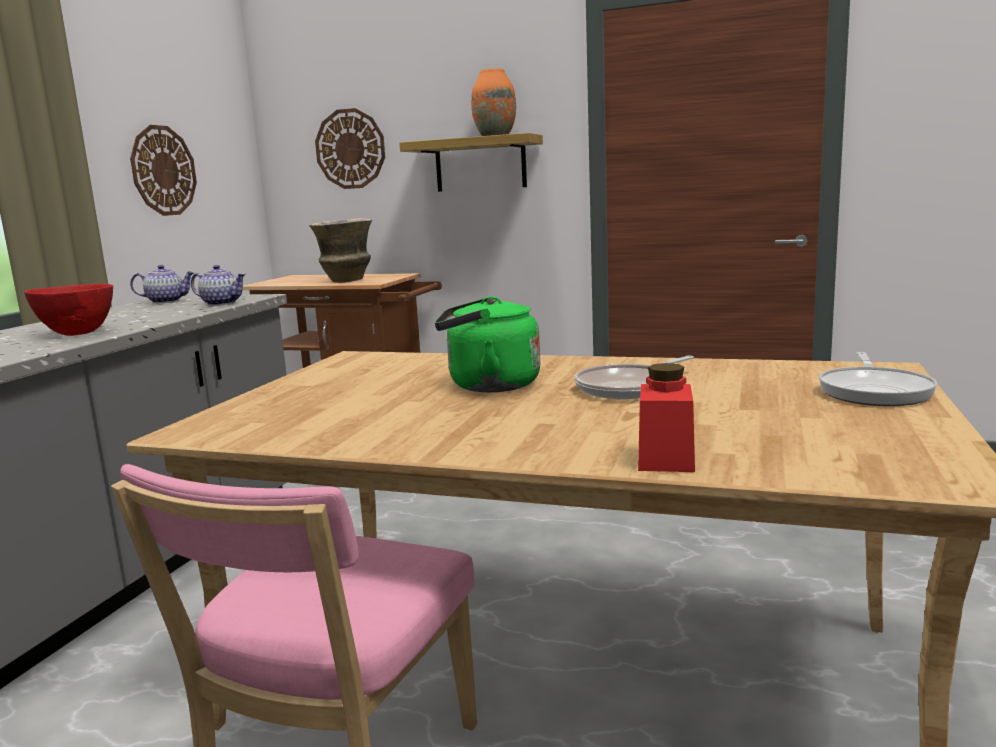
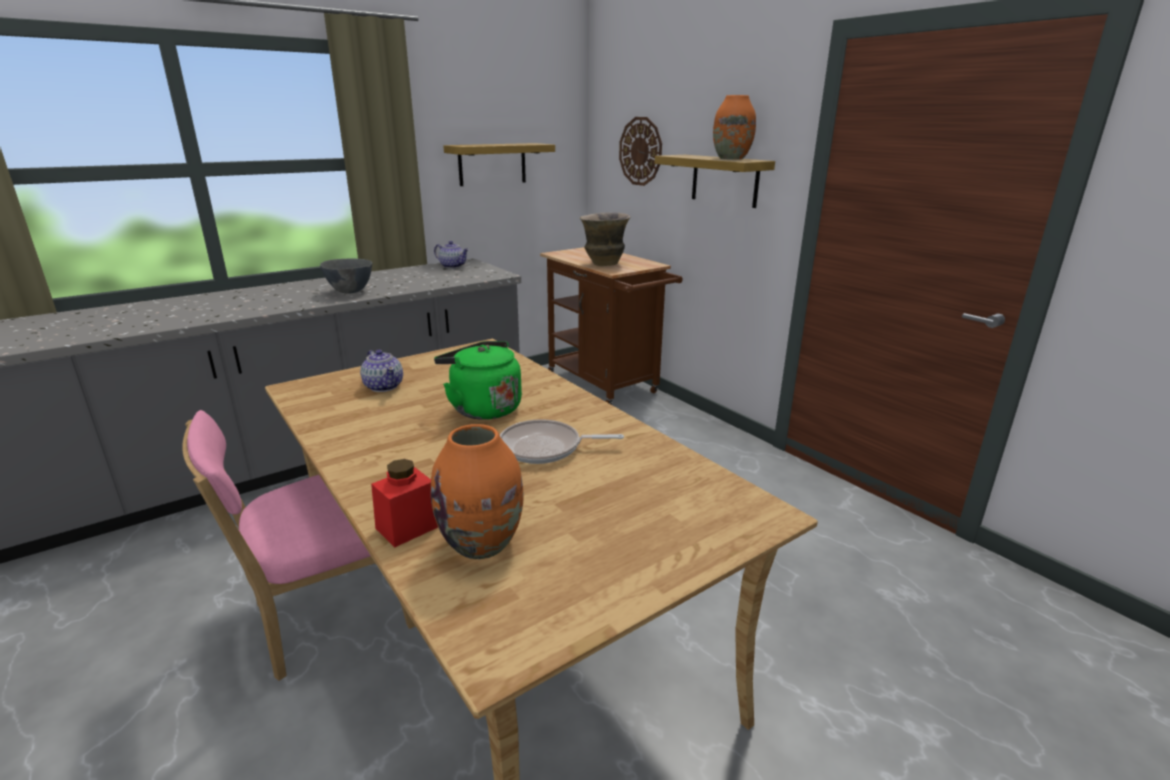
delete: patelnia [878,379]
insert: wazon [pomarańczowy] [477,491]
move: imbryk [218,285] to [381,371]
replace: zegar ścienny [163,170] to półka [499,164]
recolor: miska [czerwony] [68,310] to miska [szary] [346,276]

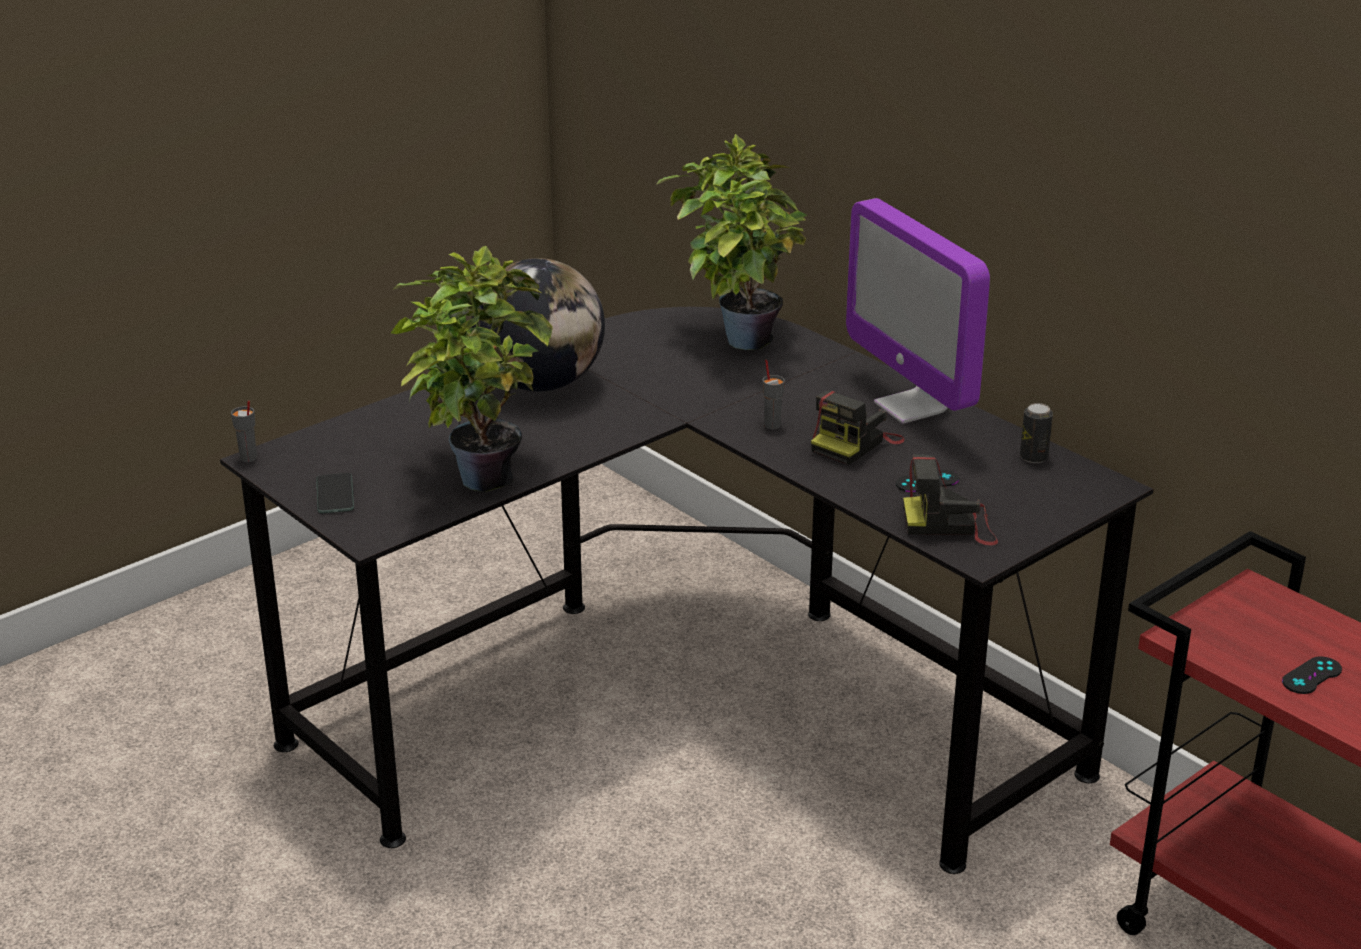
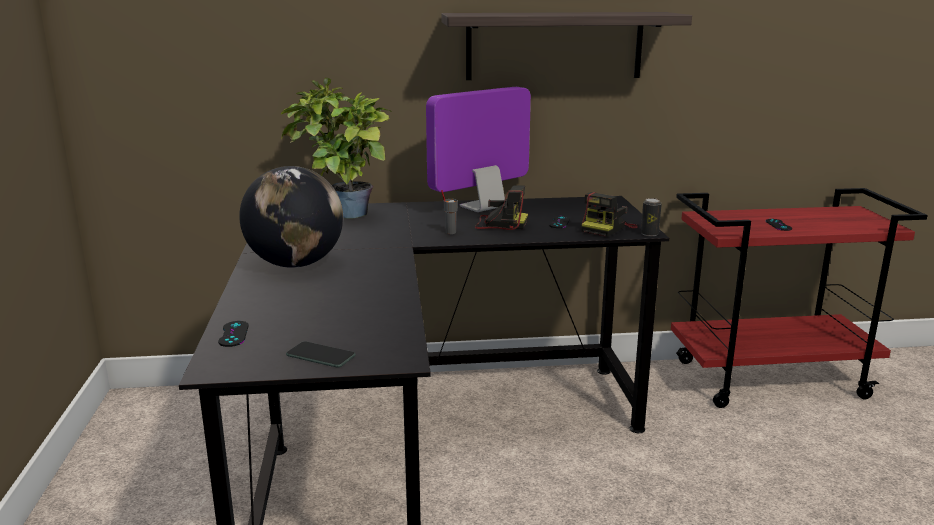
delete: filiżanka [szary] [244,431]; roślina doniczkowa [472,369]
insert: pad do gier [czarny] [233,334]; półka [566,46]
move: puszka [1036,433] to [651,217]
rotate: monitor [918,311] = [478,149] 135 degrees clockwise; aparat fotograficzny [858,428] = [501,207] 60 degrees counterclockwise

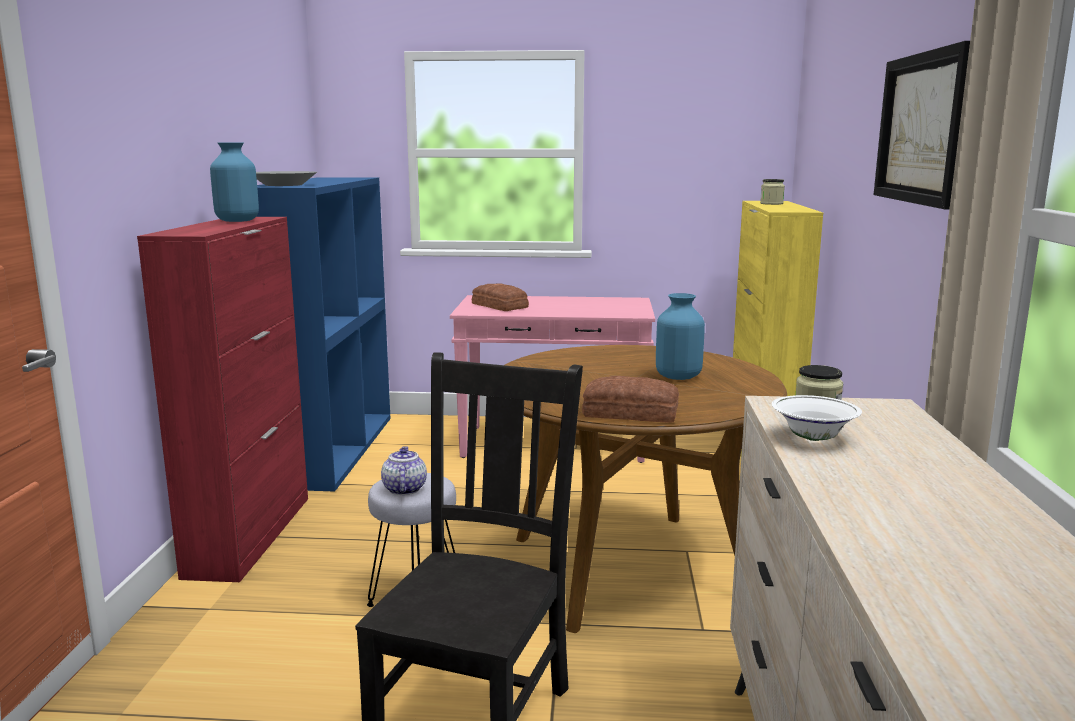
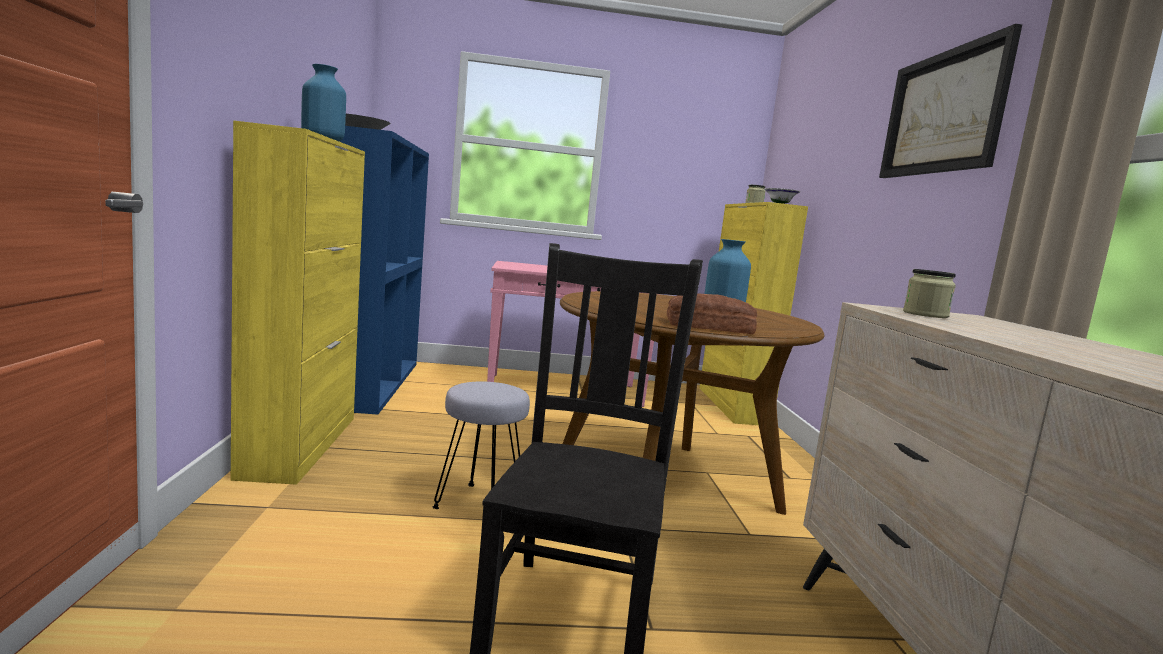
delete: imbryk [404,470]; chleb [500,297]
move: miska [biały] [817,418] to [782,196]
recolor: szafka [czerwony] [222,399] to szafka [żółty] [298,302]

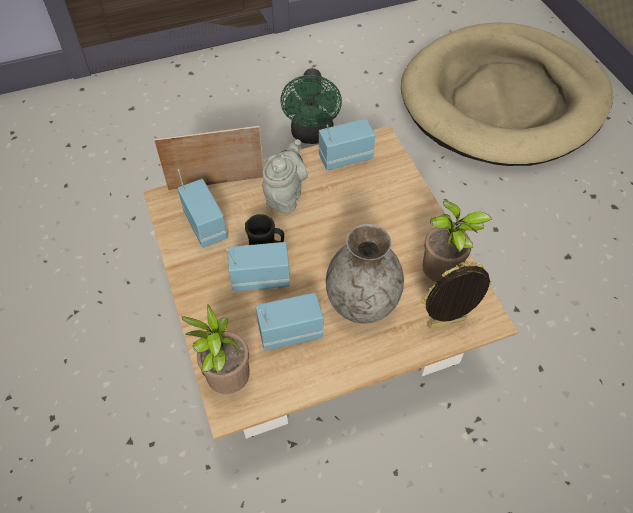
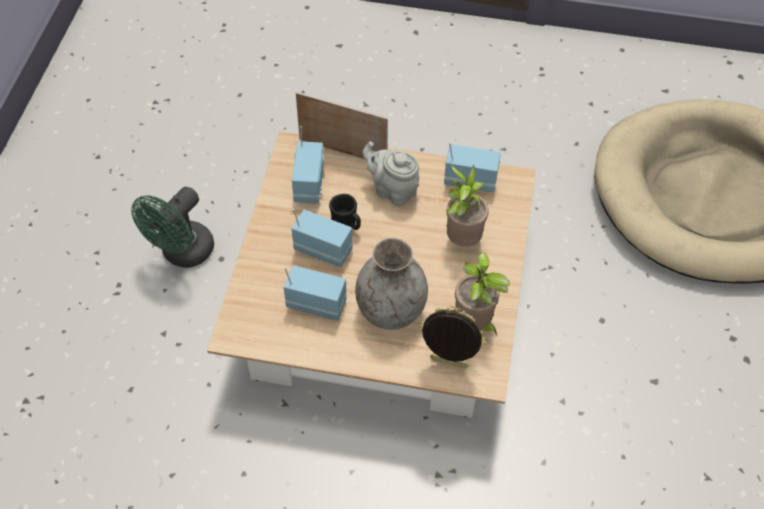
move: wentylator [zielony] [311,106] to [172,227]; roślina doniczkowa [216,349] to [467,206]
rotate: imbryk [szary] [285,176] = [390,173] 105 degrees counterclockwise

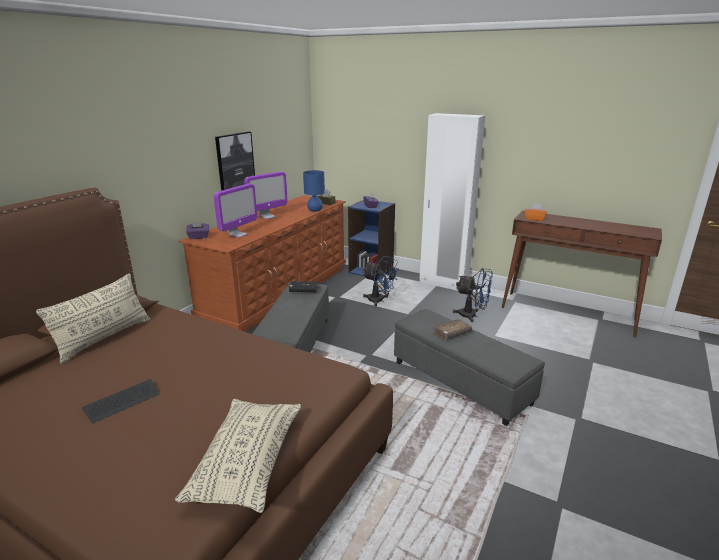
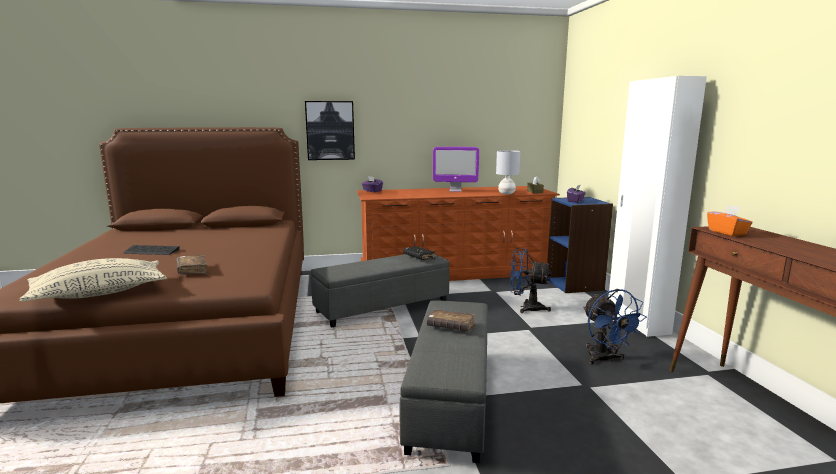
delete: poduszka [beżowy] [93,318]; monitor [235,211]
insert: książka [brązowy] [192,264]
move: obraz [235,161] to [330,130]
recolor: lampa stołowa [niebieski] [314,191] to lampa stołowa [szary] [508,172]
rotate: wentylator [niebieski] [380,281] = [530,280] 120 degrees clockwise

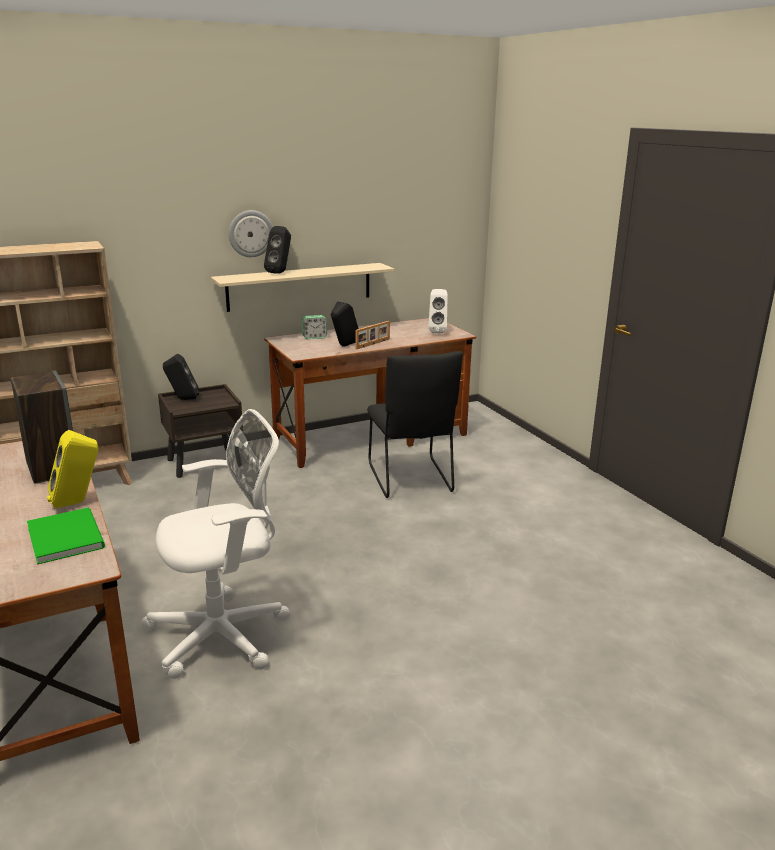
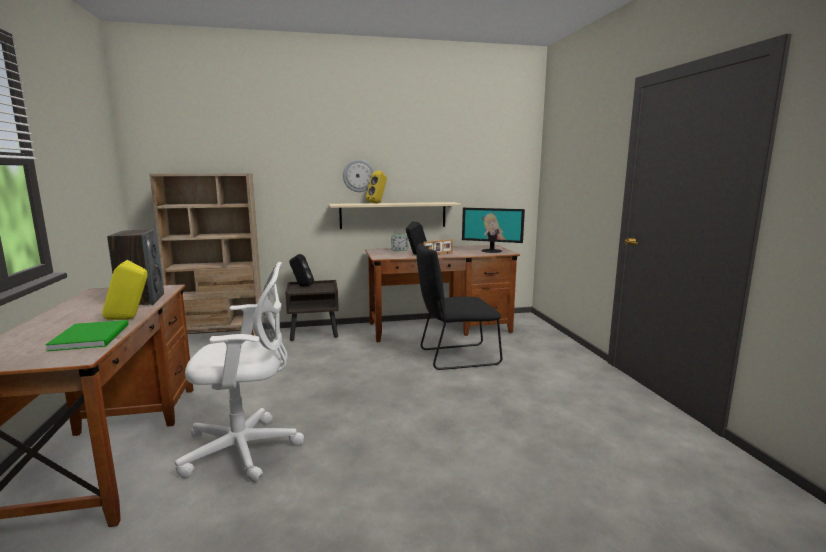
replace: głośnik [biały] [438,311] to monitor [493,230]
recolor: głośnik [czarny] [277,249] to głośnik [żółty] [376,187]
rotate: krzesło [czarny] [415,424] = [459,306] 75 degrees clockwise

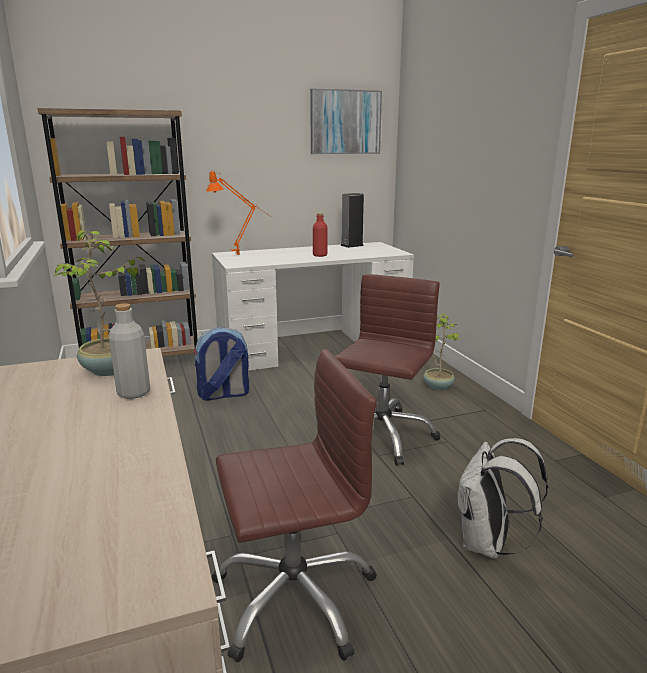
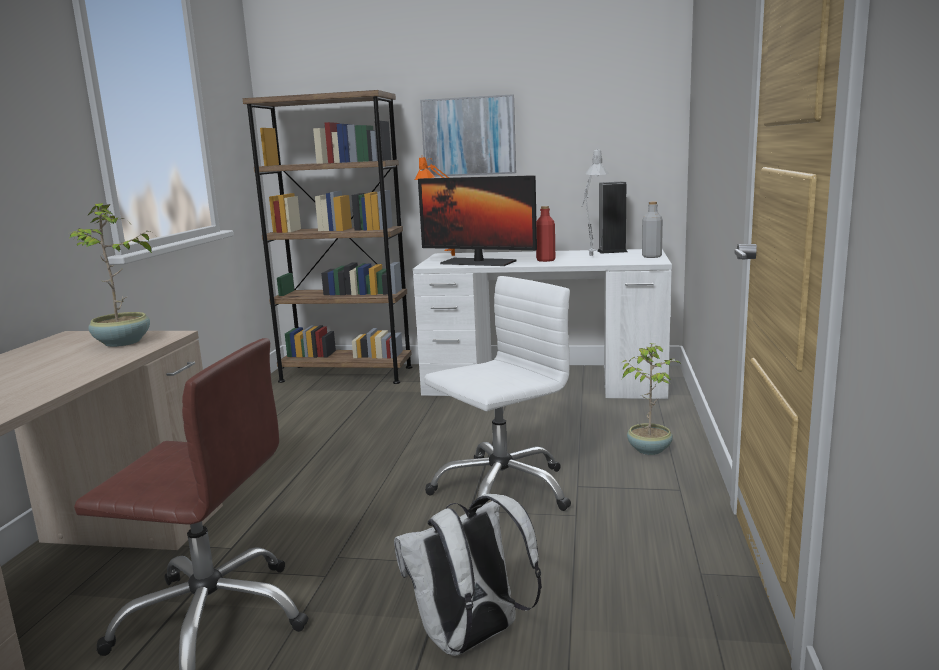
delete: plecak [221,364]
insert: monitor [477,220]; lampa stołowa [szary] [595,203]
move: obraz [346,121] to [468,135]; butelka [szary] [129,351] to [652,229]
recolor: krzesło biurowe [brązowy] [387,370] to krzesło biurowe [biały] [497,393]

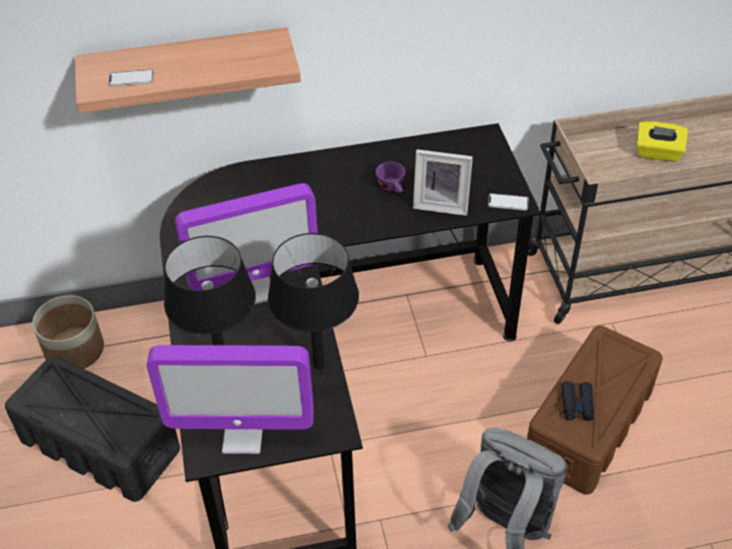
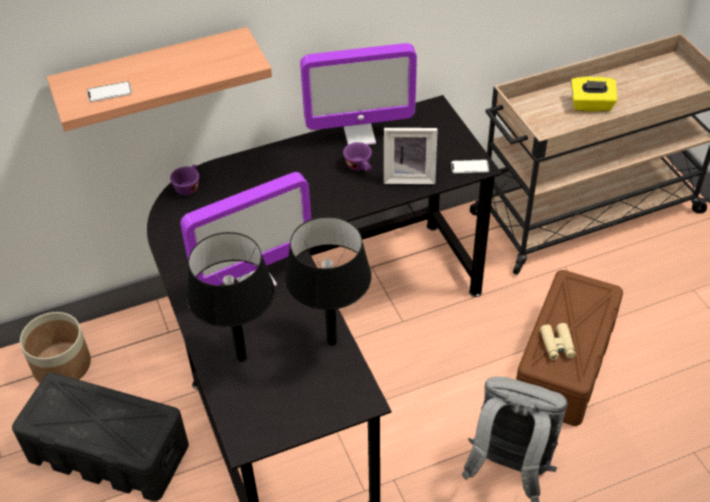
insert: filiżanka [fioletowy] [184,180]
move: monitor [230,399] to [358,94]
recolor: lornetka [czarny] [578,401] to lornetka [beżowy] [558,341]

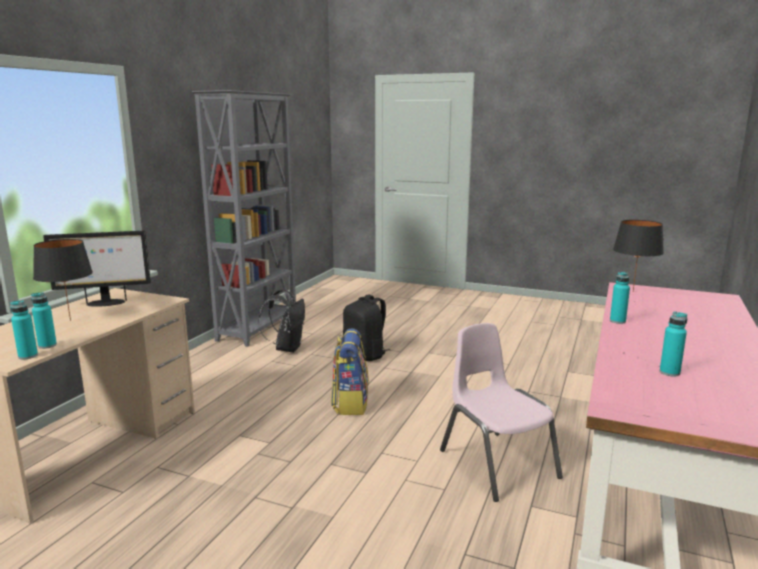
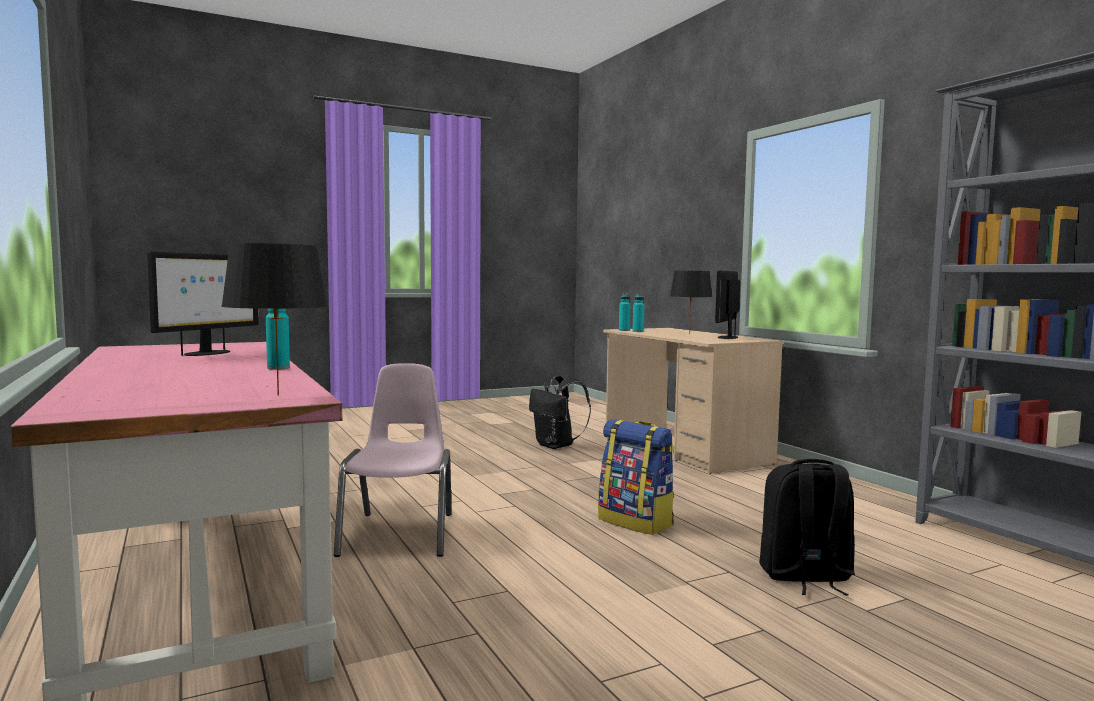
move: plecak [czarny] [281,321] to [560,412]
replace: butelka [turkusowy] [673,344] to monitor [203,304]
rotate: krzesło [różowy] [501,412] = [393,460] 105 degrees counterclockwise

